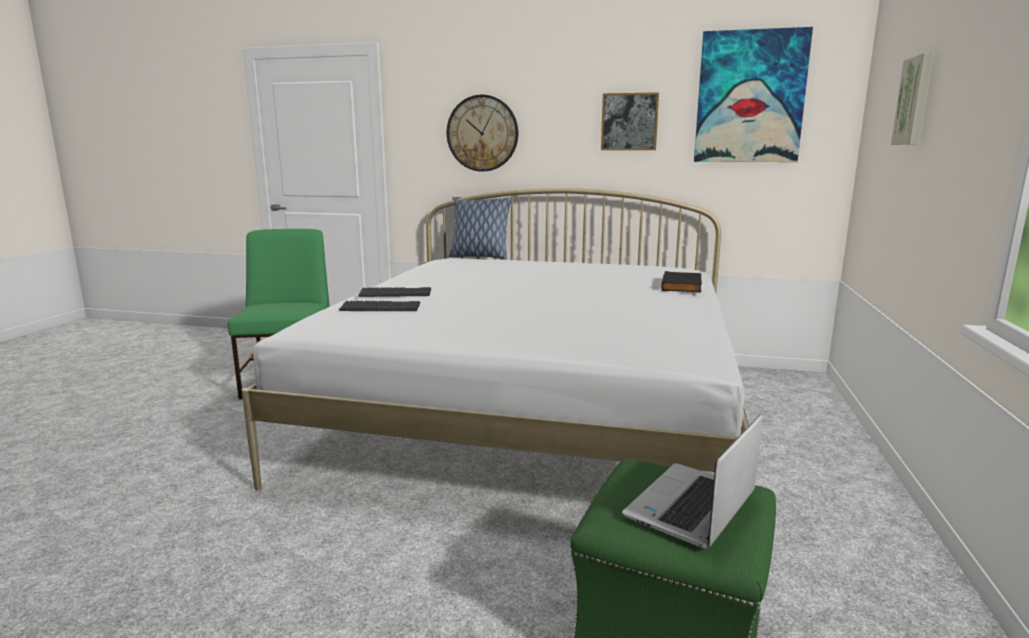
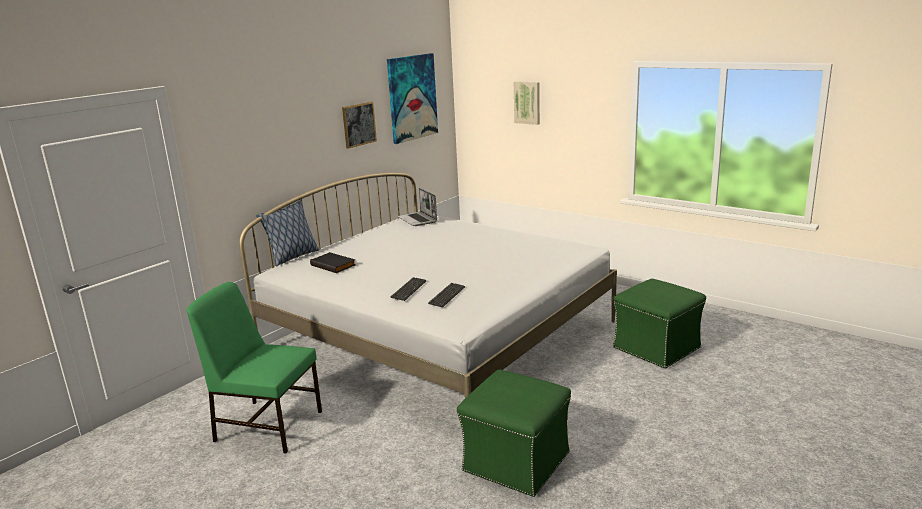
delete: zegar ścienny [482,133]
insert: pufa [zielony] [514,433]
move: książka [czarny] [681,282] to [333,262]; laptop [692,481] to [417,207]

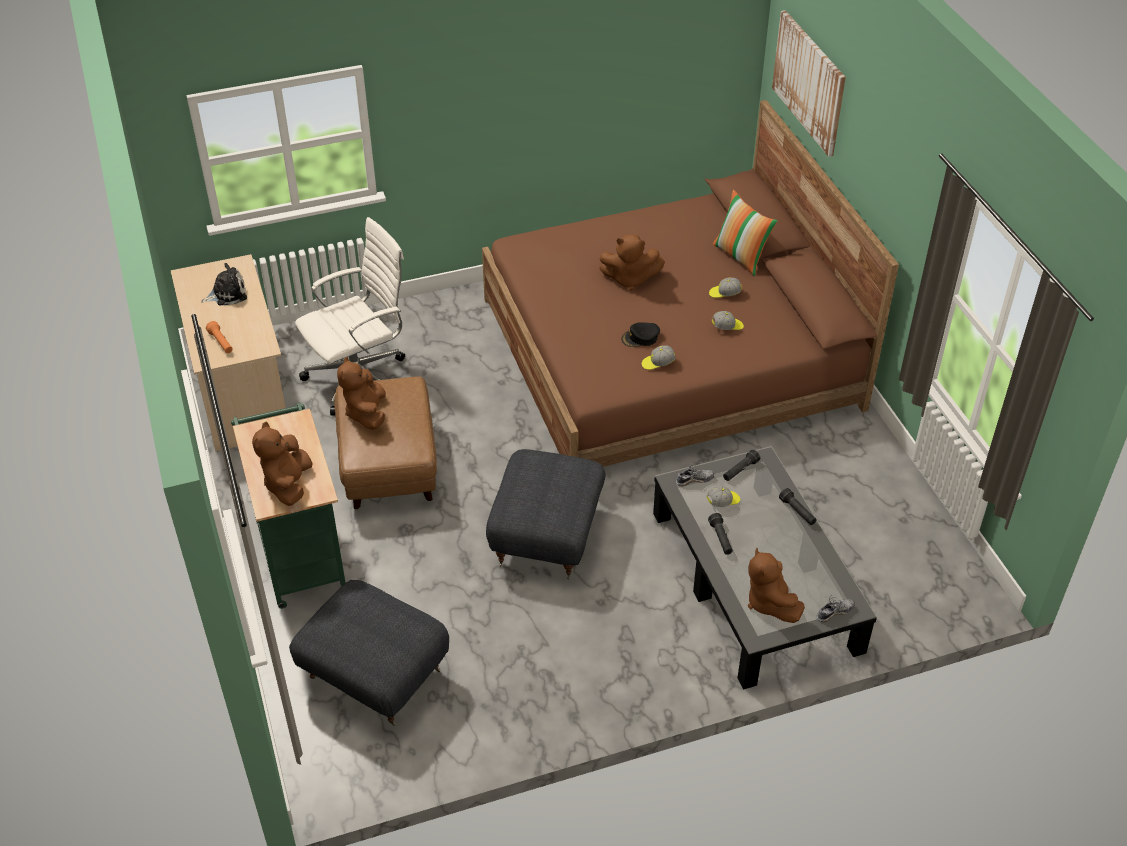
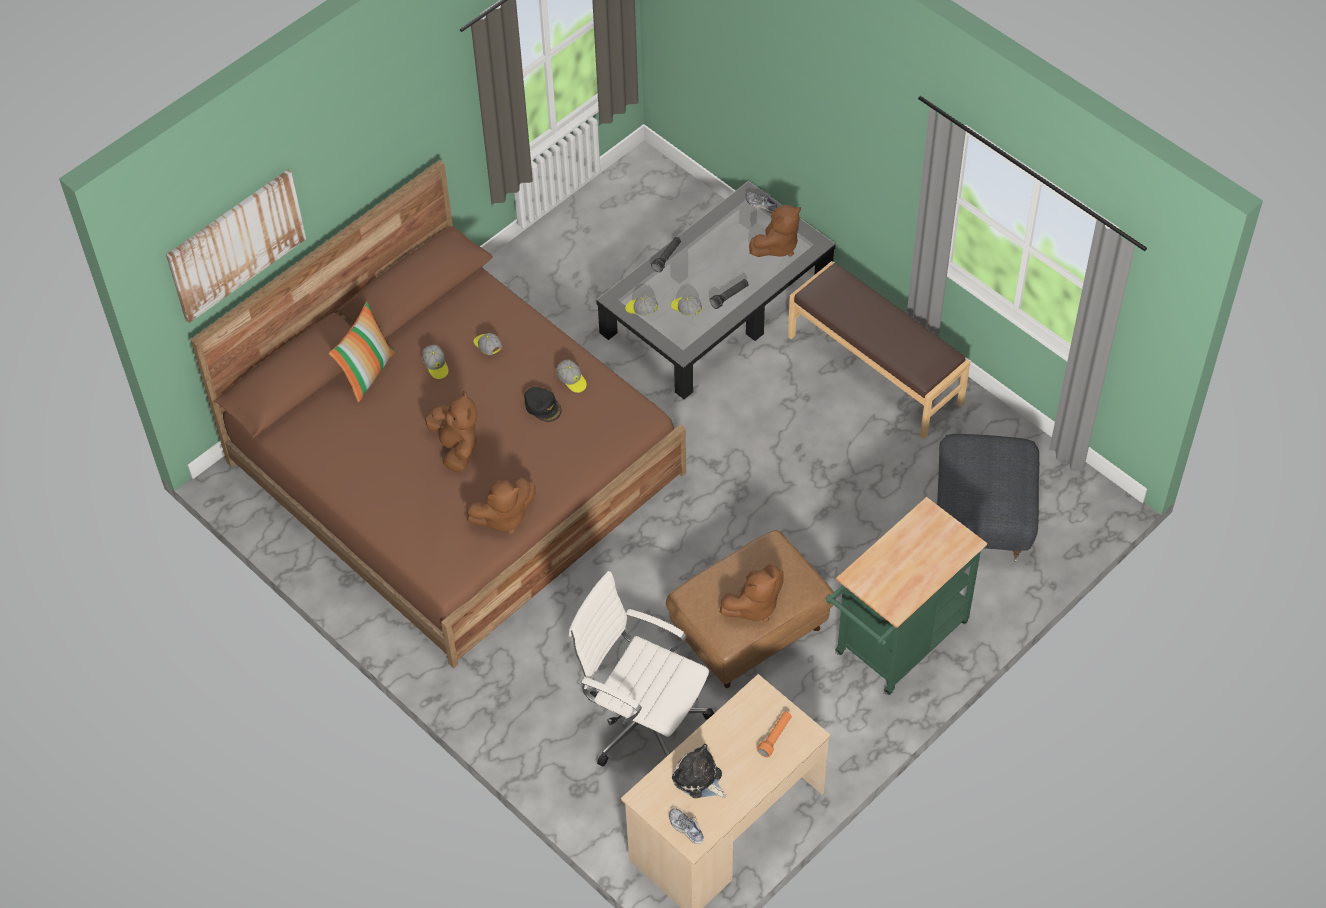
delete: pufa [szary] [546,514]
insert: ławka [brązowy] [879,350]
move: pluszak [brązowy] [282,464] to [501,506]; but [695,474] to [686,826]
replace: latarka [czarny] [741,465] to czapka z daszkiem [641,305]

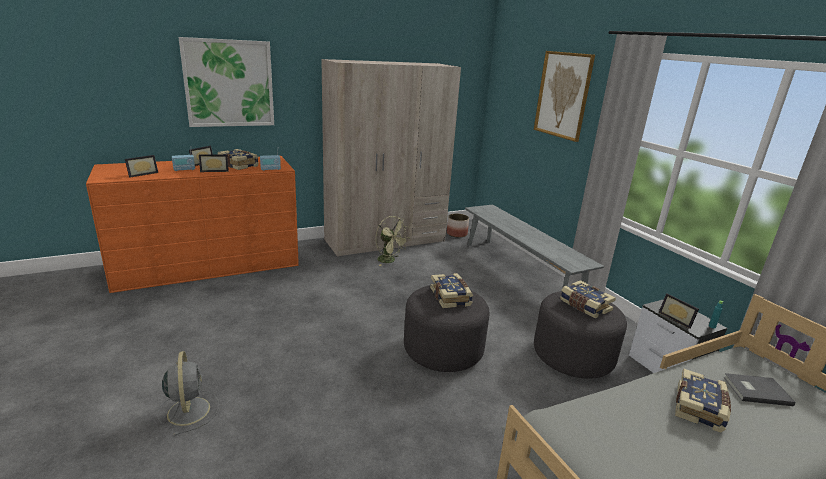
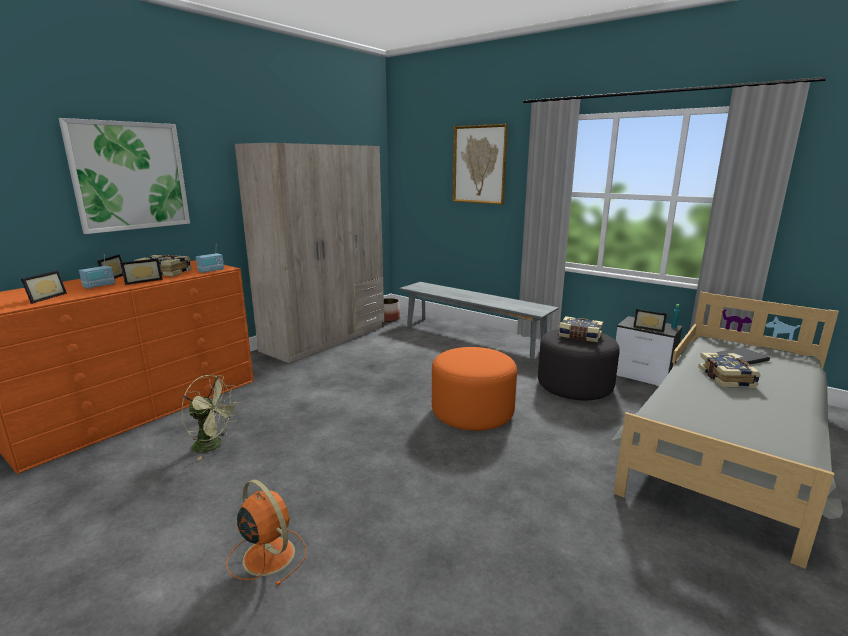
delete: książka [451,290]
move: wentylator [zielony] [393,241] to [210,418]
recolor: wentylator [szary] [188,393] to wentylator [pomarańczowy] [266,532]; pufa [szary] [447,328] to pufa [pomarańczowy] [474,389]

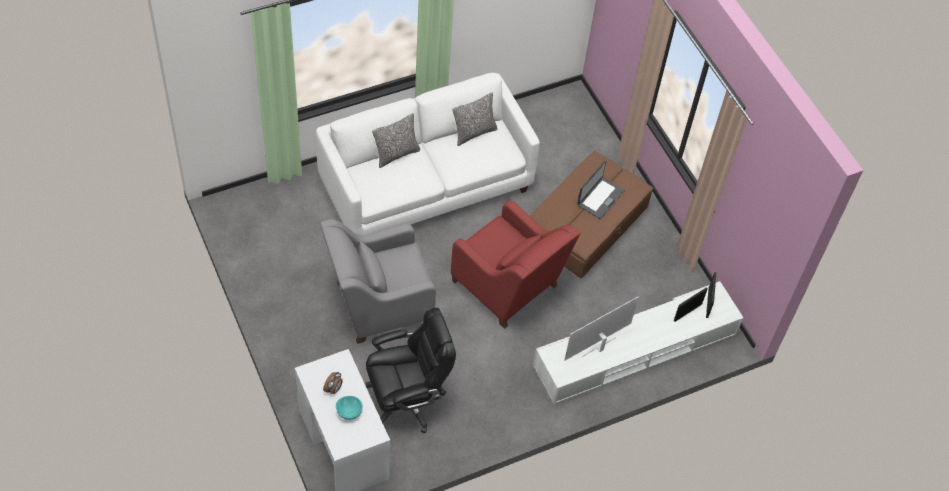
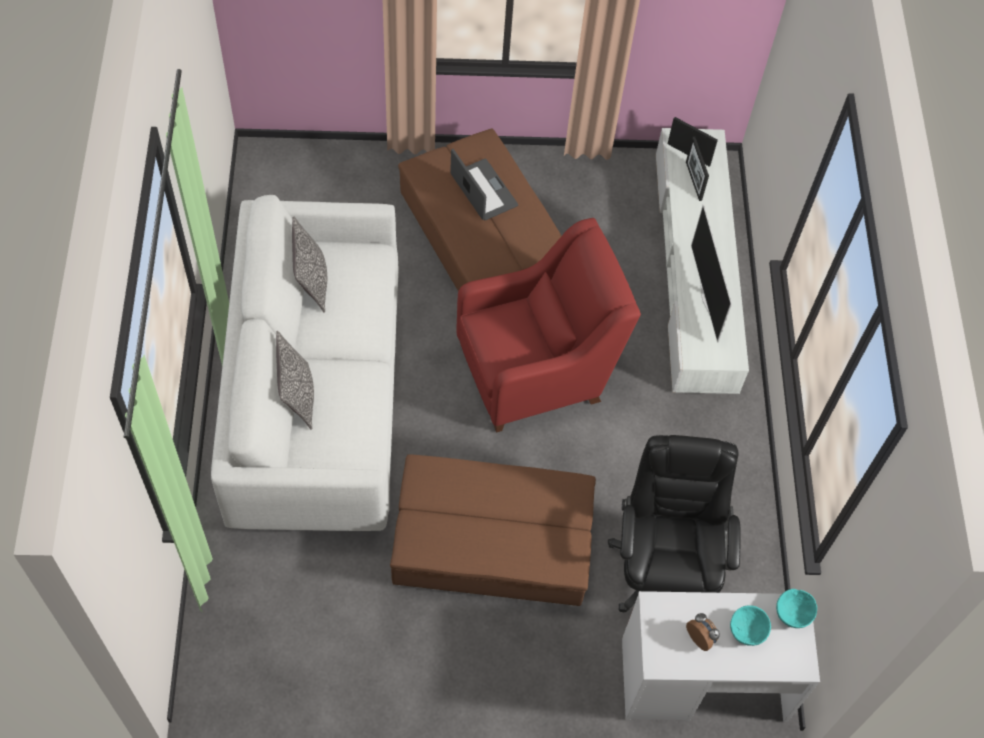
insert: miska [turkusowy] [796,608]
replace: fotel [szary] [378,281] to pufa [brązowy] [493,530]

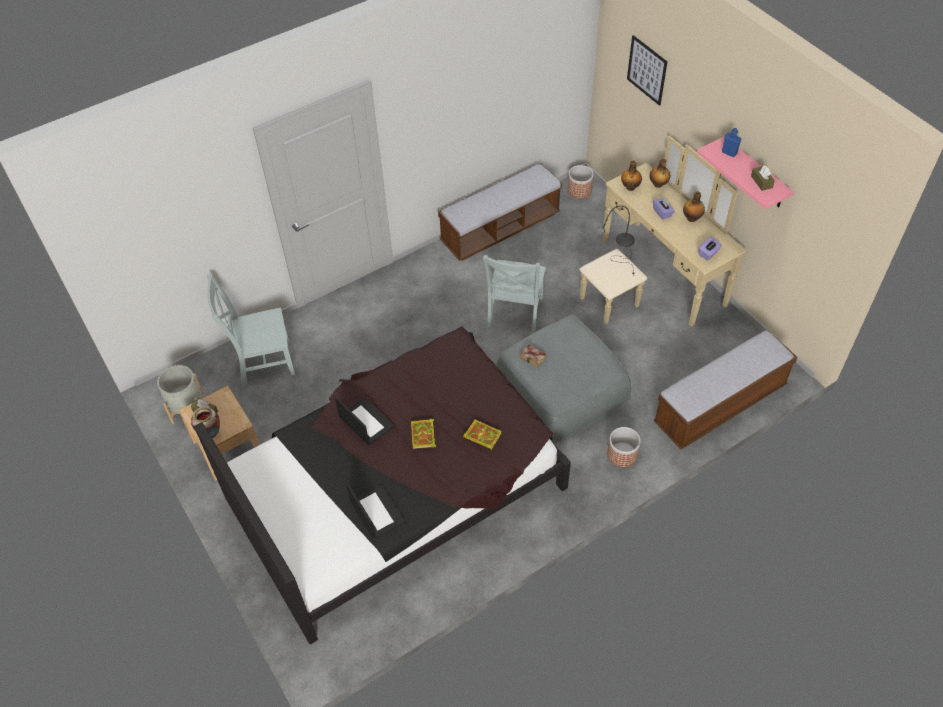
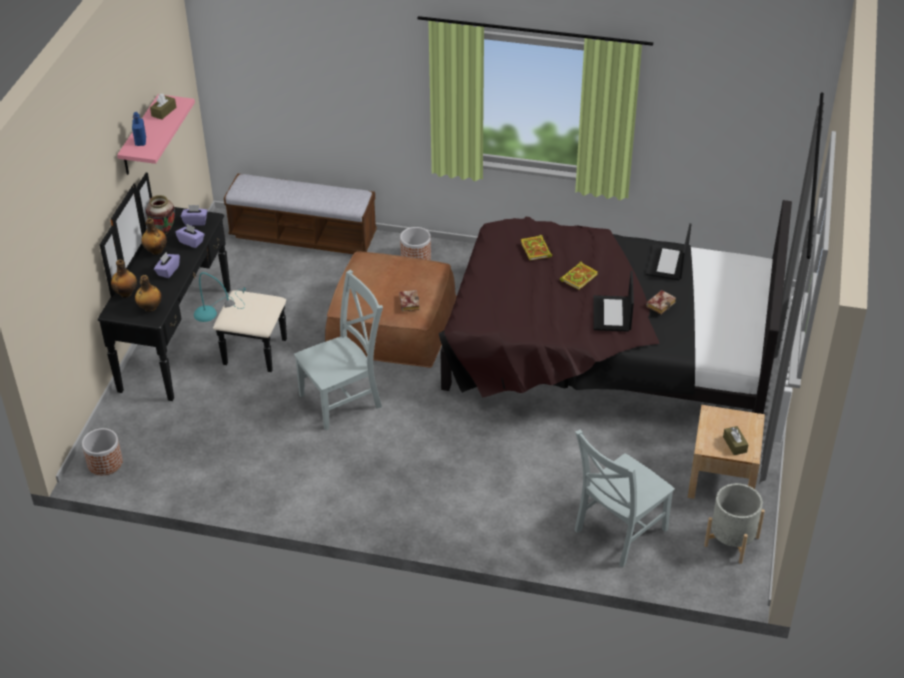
delete: ławka [500,212]; obraz [647,70]
insert: pudełko chusteczek [fioletowy] [190,236]; książka [661,302]
move: wazon [205,422] to [160,214]
recolor: komoda [beżowy] [663,231] to komoda [czarny] [192,287]; lampa stołowa [szary] [616,241] to lampa stołowa [turkusowy] [220,297]; pufa [szary] [563,379] to pufa [brązowy] [391,309]
rotate: krzesło [szary] [251,330] = [624,498] 105 degrees clockwise

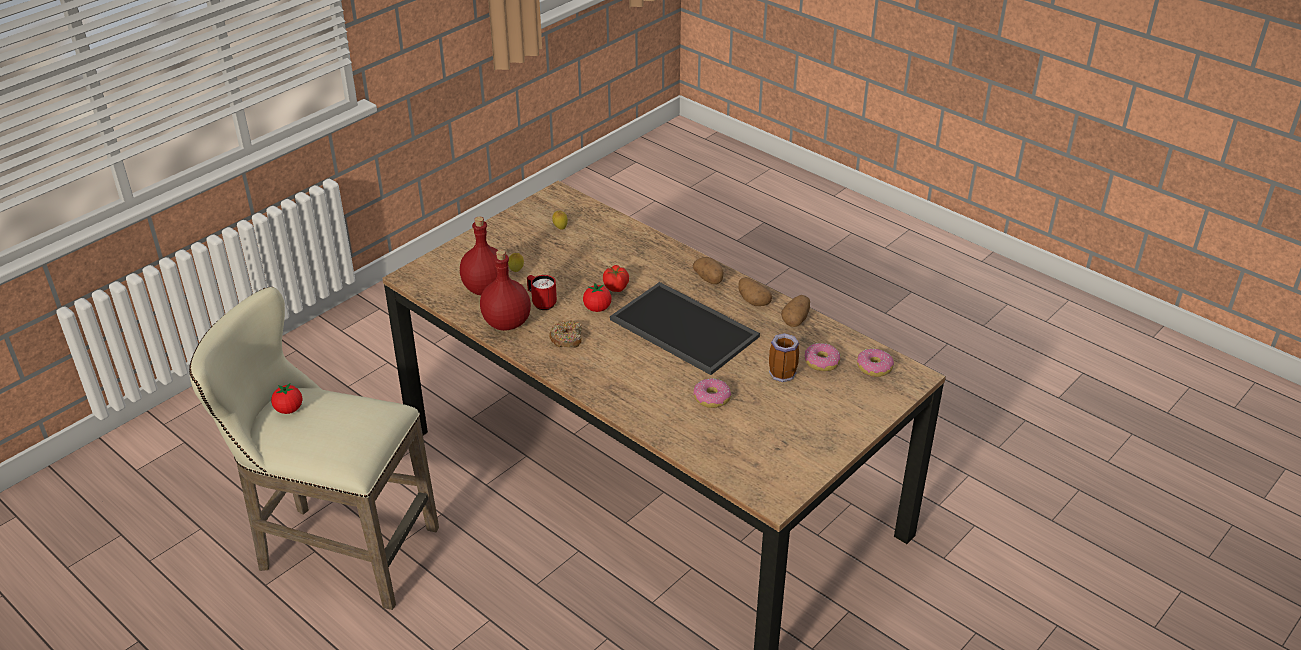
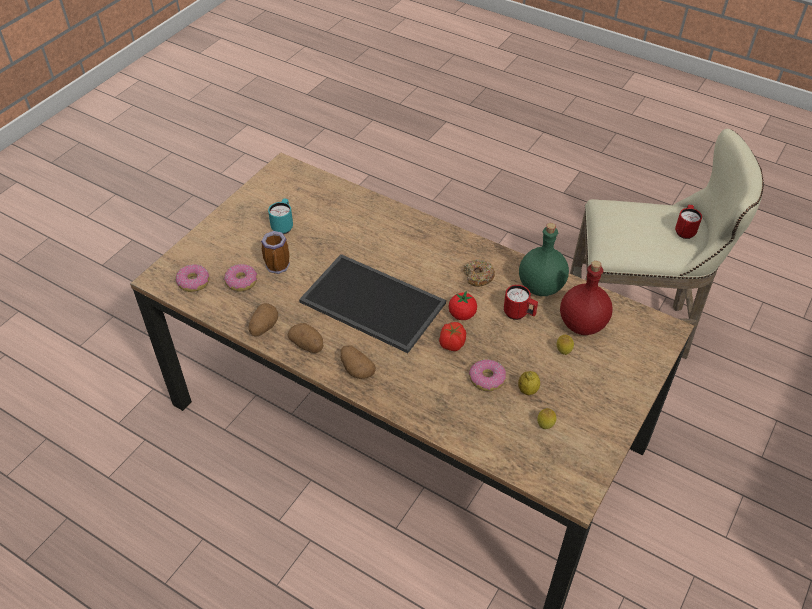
insert: kubek [turkusowy] [280,216]; cytryna [529,383]
move: donut [712,393] to [487,375]
replace: pomidor [287,398] to kubek [czerwony] [688,222]
recolor: butelka [czerwony] [505,290] to butelka [zielony] [544,259]

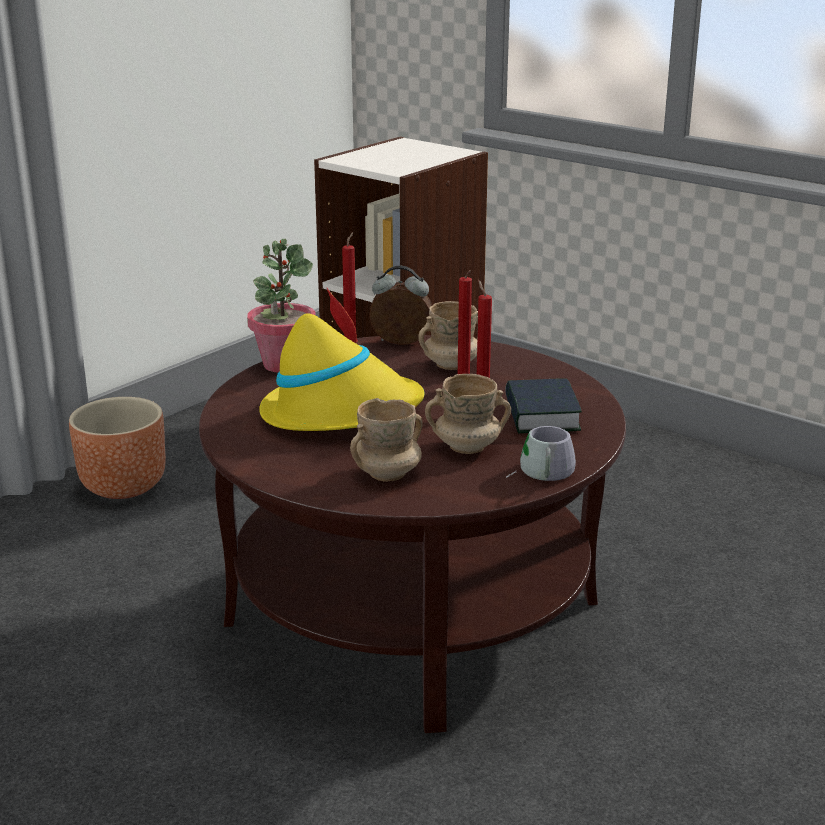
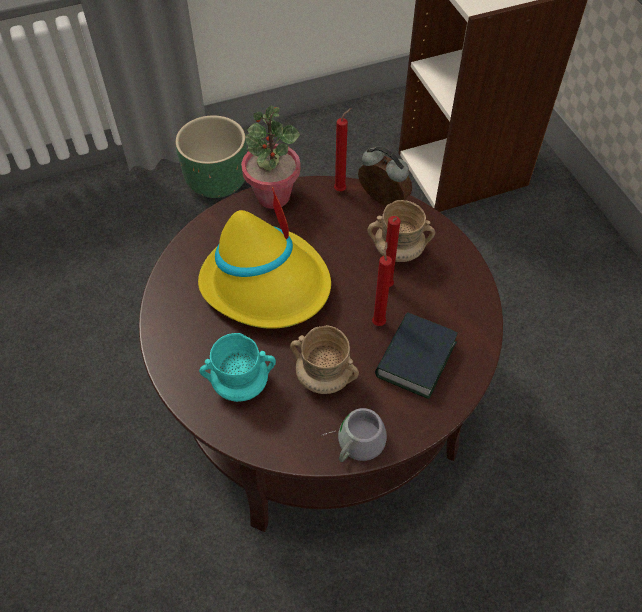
recolor: donica [brązowy] [117,448] to donica [zielony] [211,156]; kubek [beżowy] [386,440] to kubek [turkusowy] [237,367]

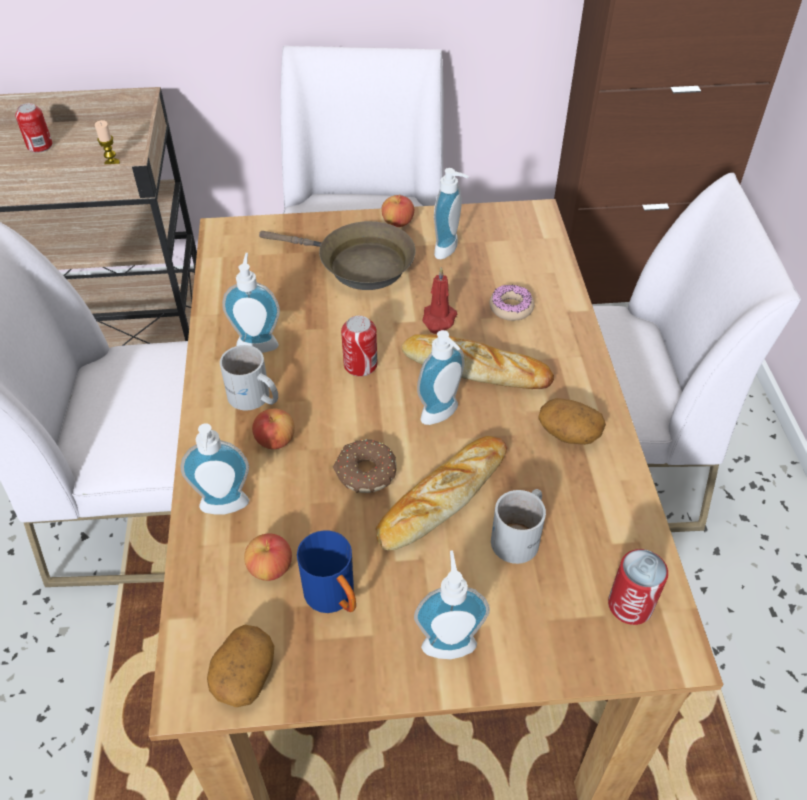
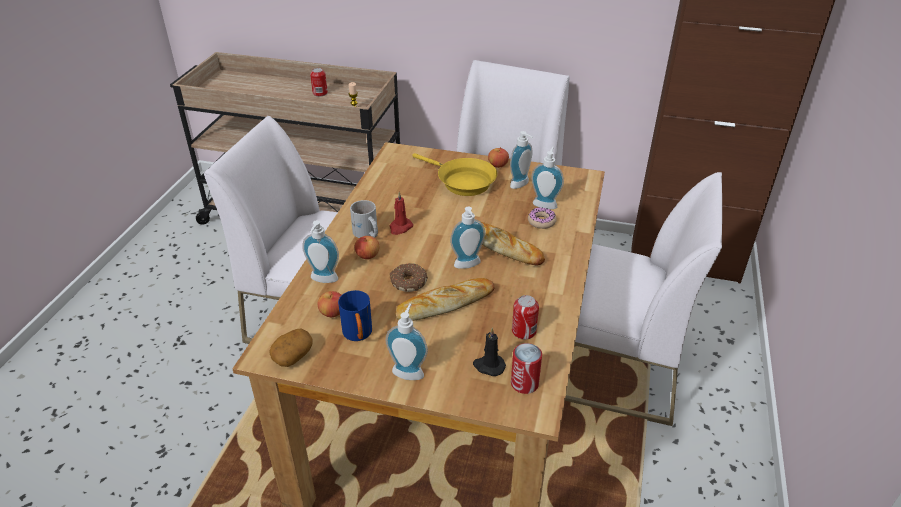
delete: kubek [biały] [518,526]; ziemniak [572,421]
insert: świeca [czarny] [489,352]
move: świeca [czerwony] [439,300] to [401,213]; puszka [359,346] to [525,317]; dozownik mydła [251,303] to [547,178]
recolor: patelnia [brązowy] [337,255] to patelnia [żółty] [454,174]

